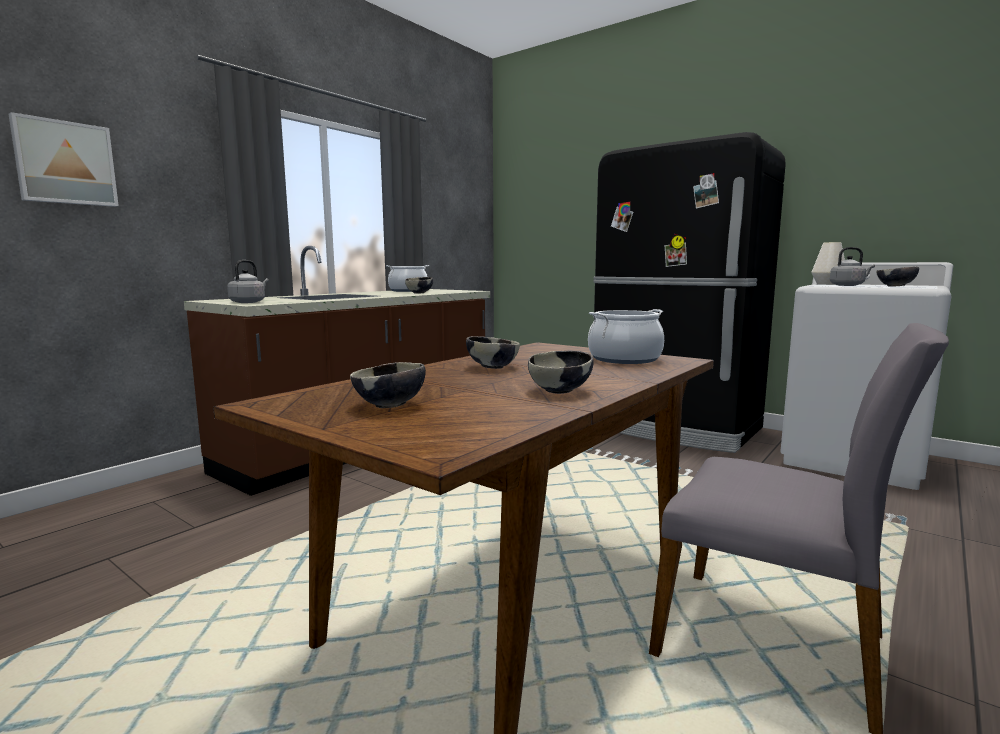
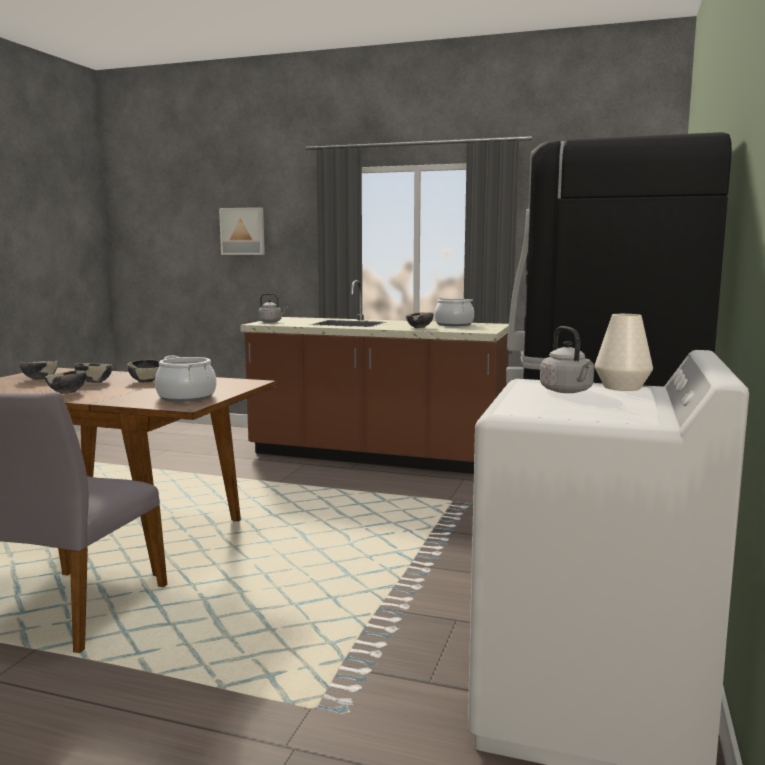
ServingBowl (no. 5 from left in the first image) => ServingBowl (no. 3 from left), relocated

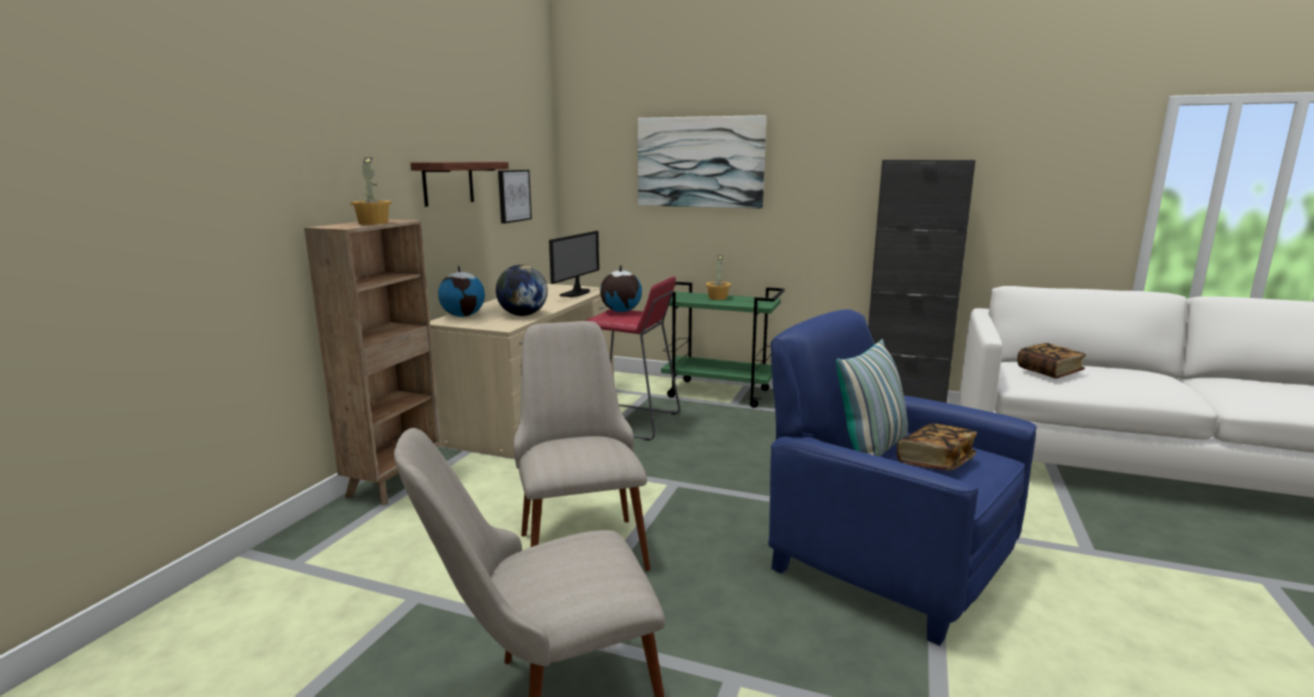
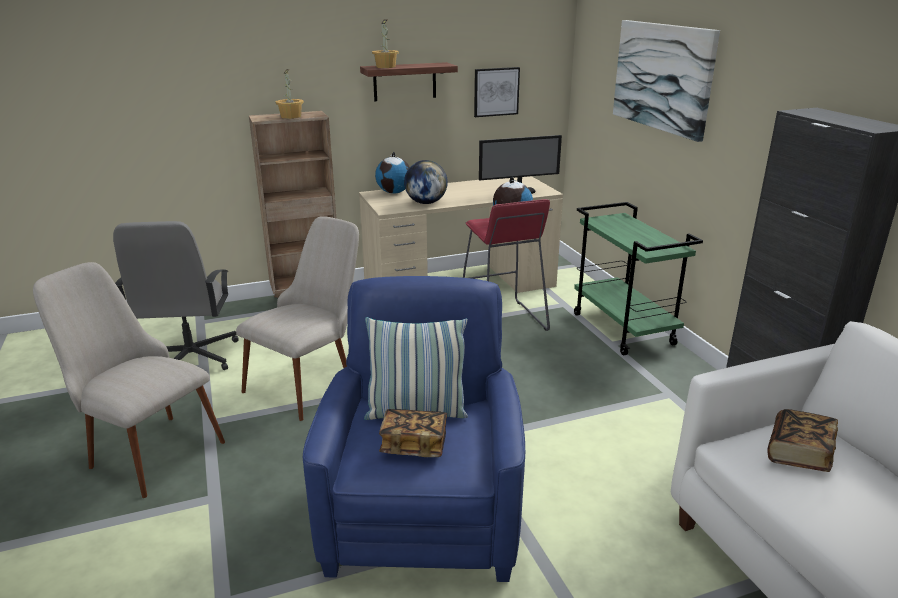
nothing => GreyishDeskChair
Houseplant (no. 2 from left), relocated

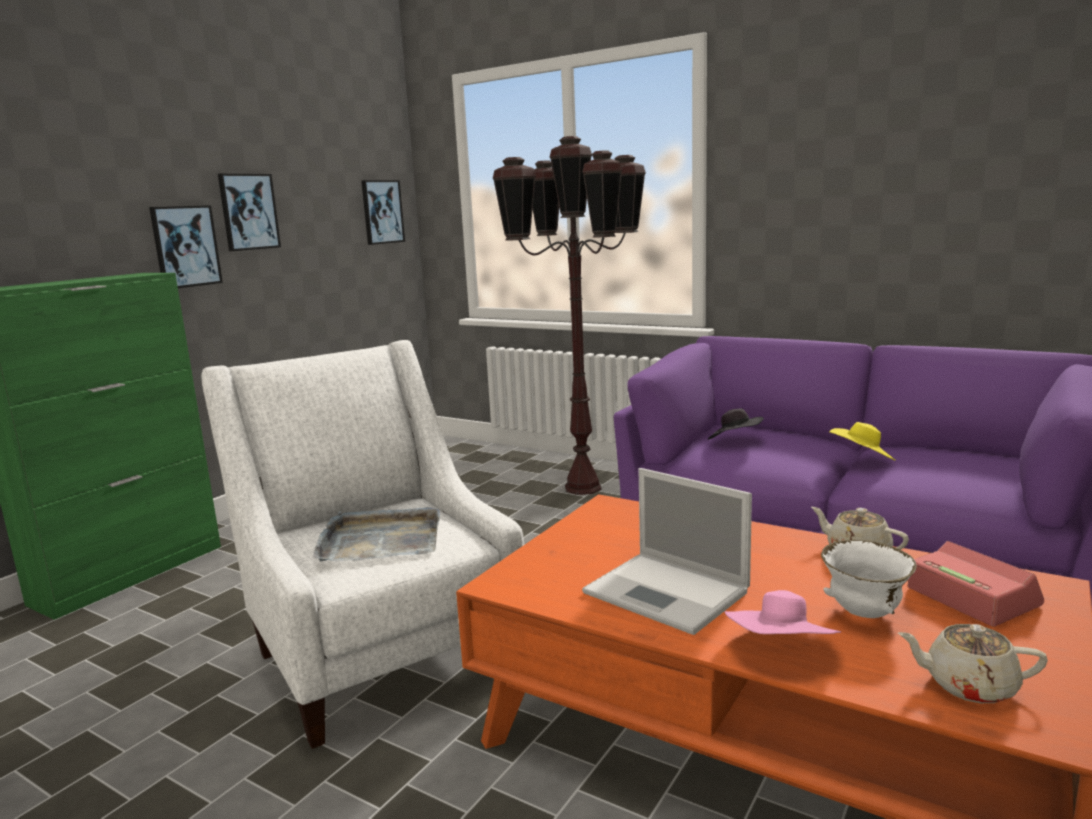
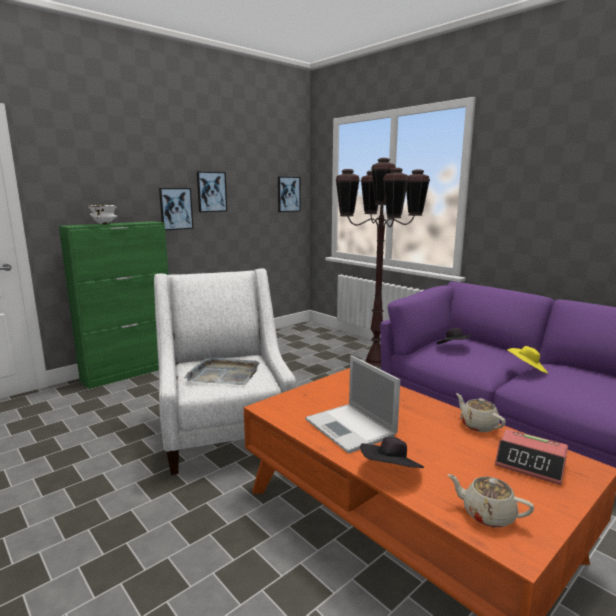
WhitishServingBowl, relocated
PinkishClothingHat => BlackColouredClothingHat (no. 1 from left)
BedsideClock, 135 degrees clockwise

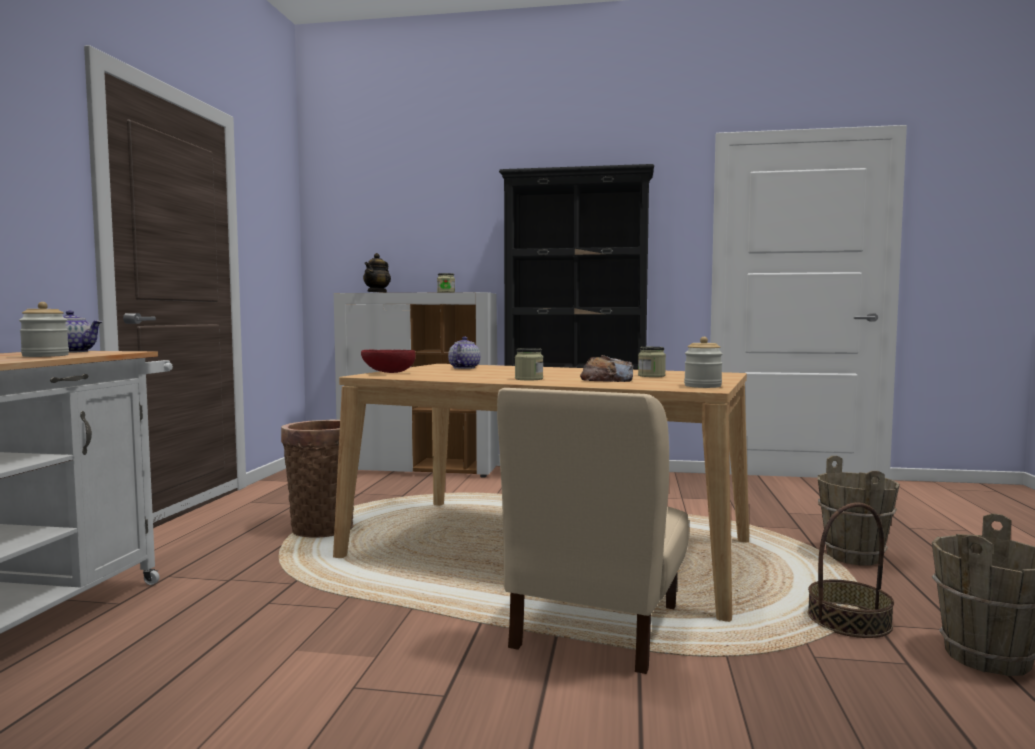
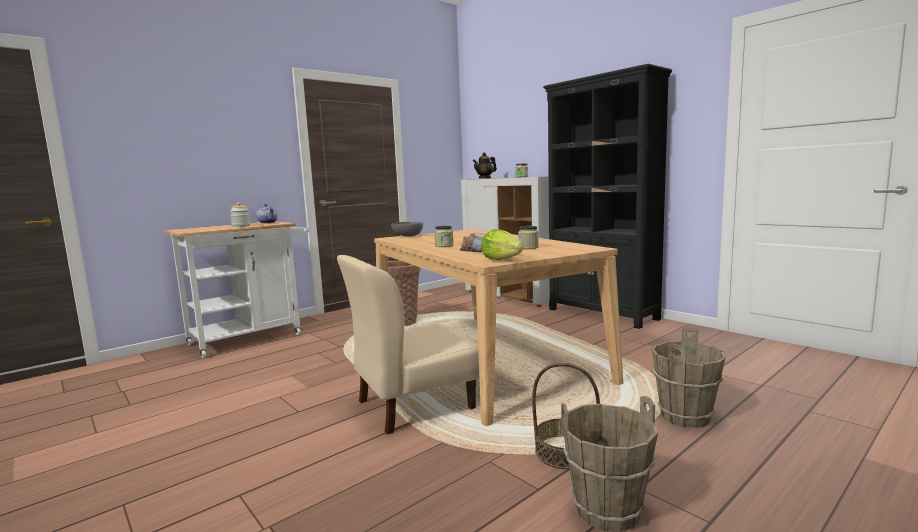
ReddishServingBowl => GreyishServingBowl
PreserveJar (no. 5 from left) => LettuceHead
Teapot (no. 3 from left) => nothing

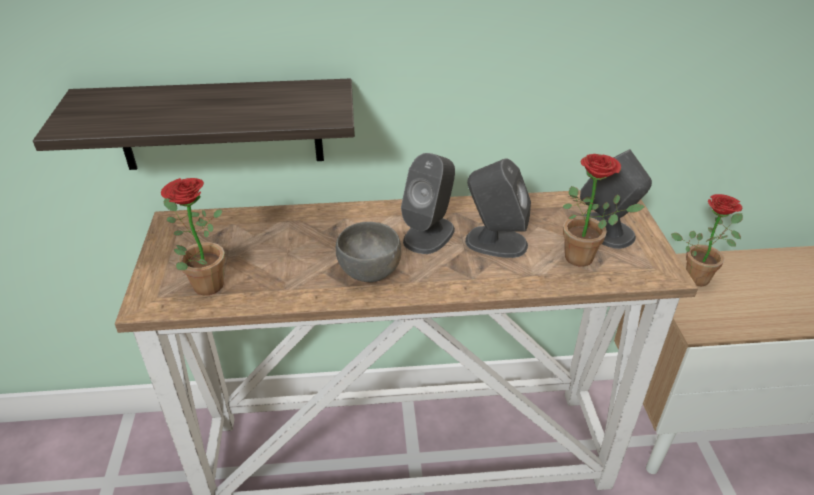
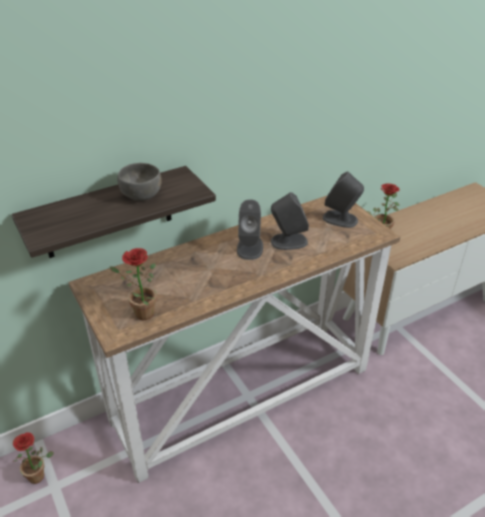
Houseplant (no. 2 from left in the first image) => Houseplant (no. 1 from left), relocated
GreyishServingBowl, relocated

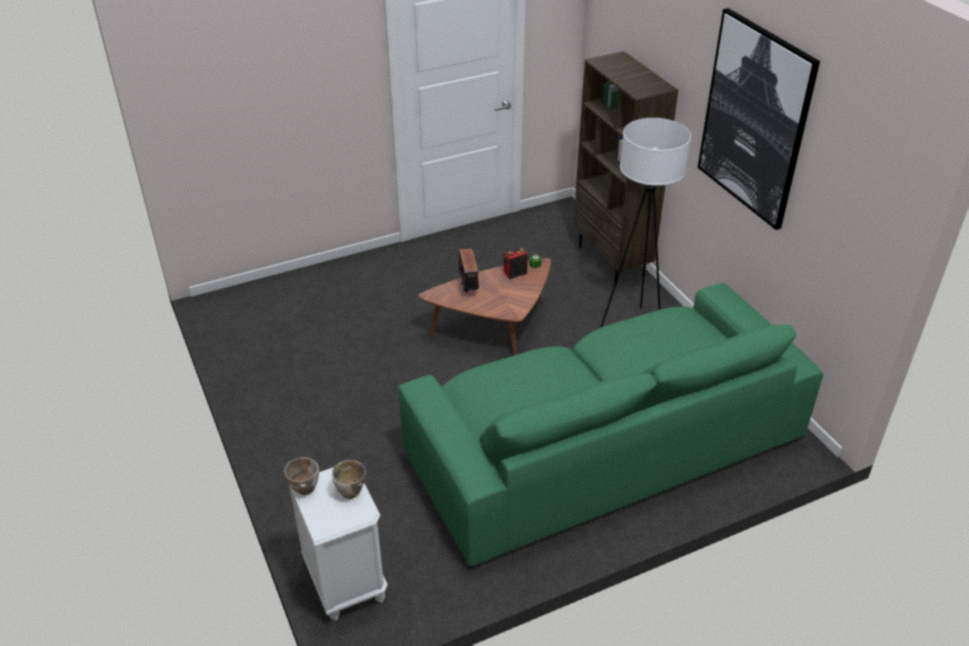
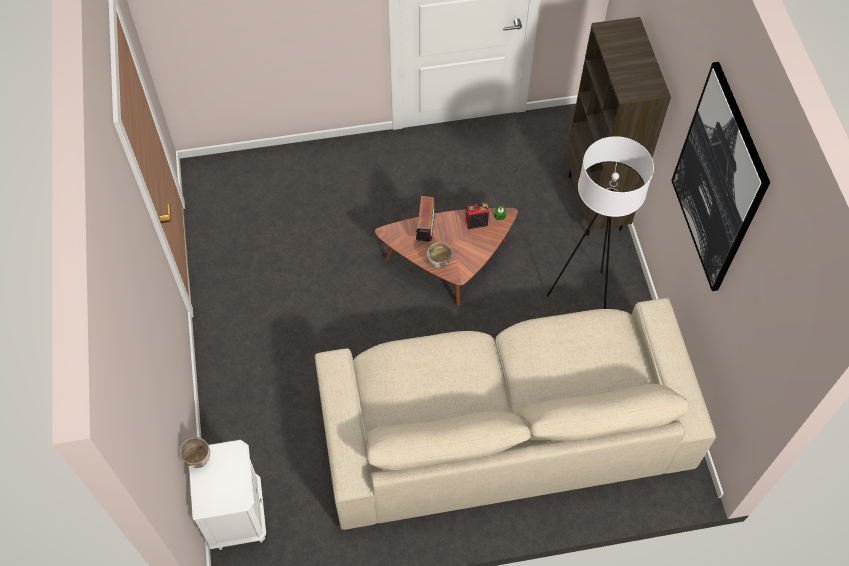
GreenColouredSettee => BeigeSettee
ServingBowl (no. 2 from left), relocated

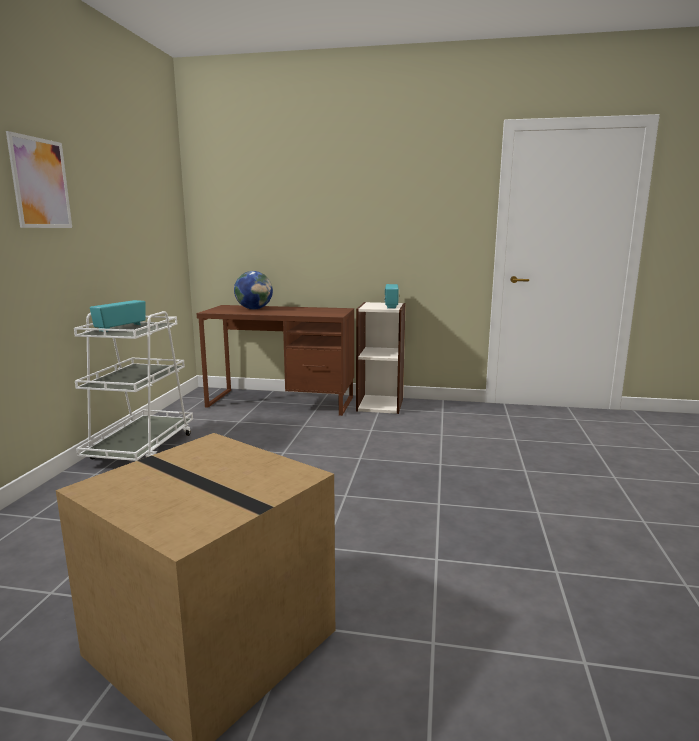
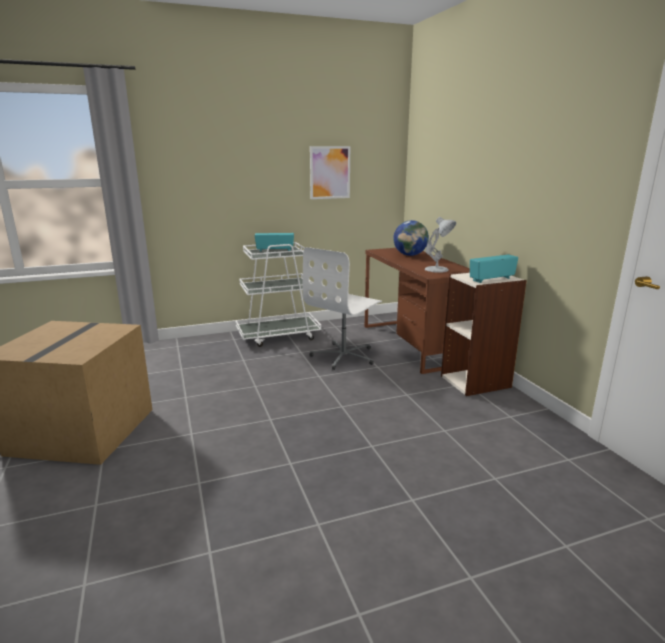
nothing => WhitishDeskChair
WallArt, relocated
nothing => WhitishTabletopLamp

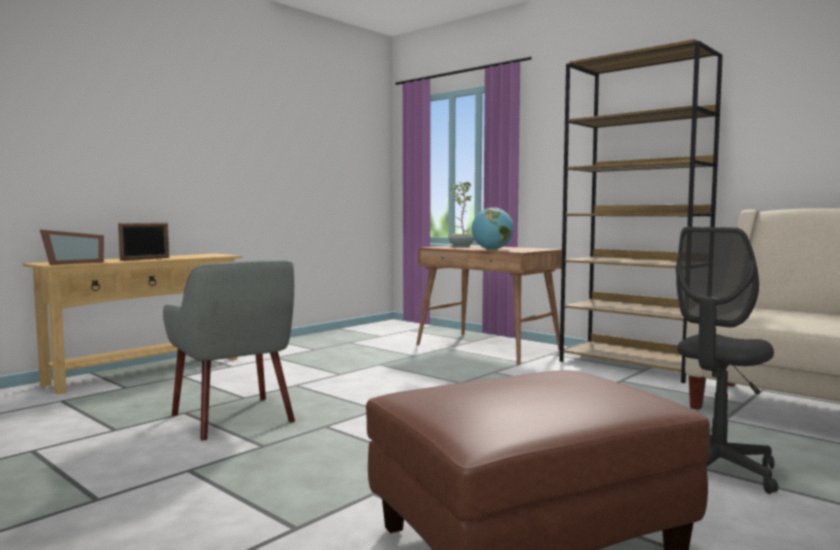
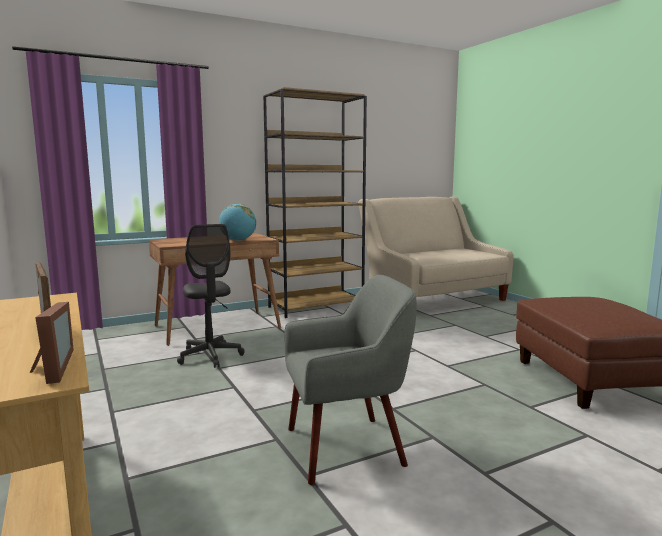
GreyishDeskChair, relocated
Houseplant => nothing

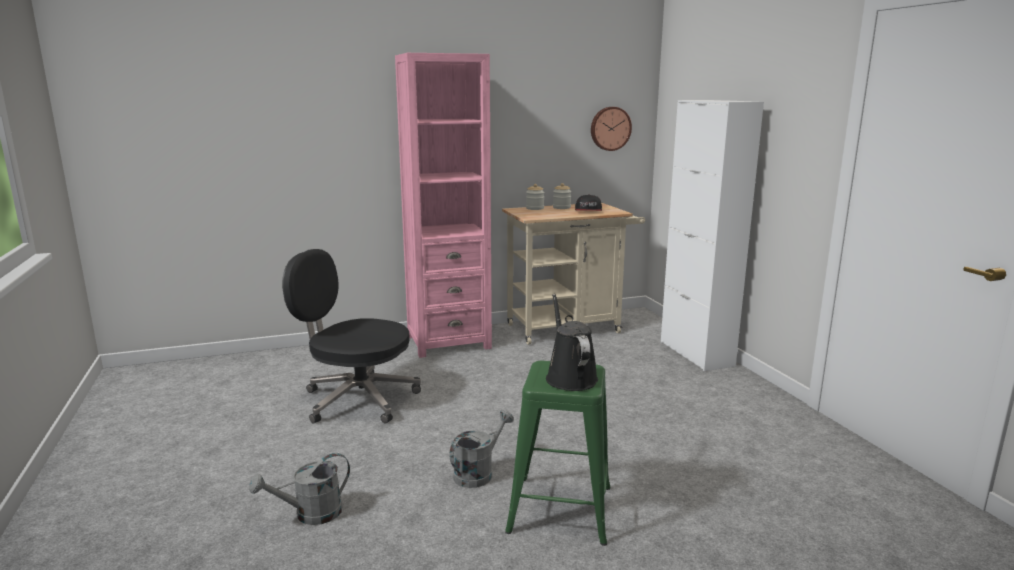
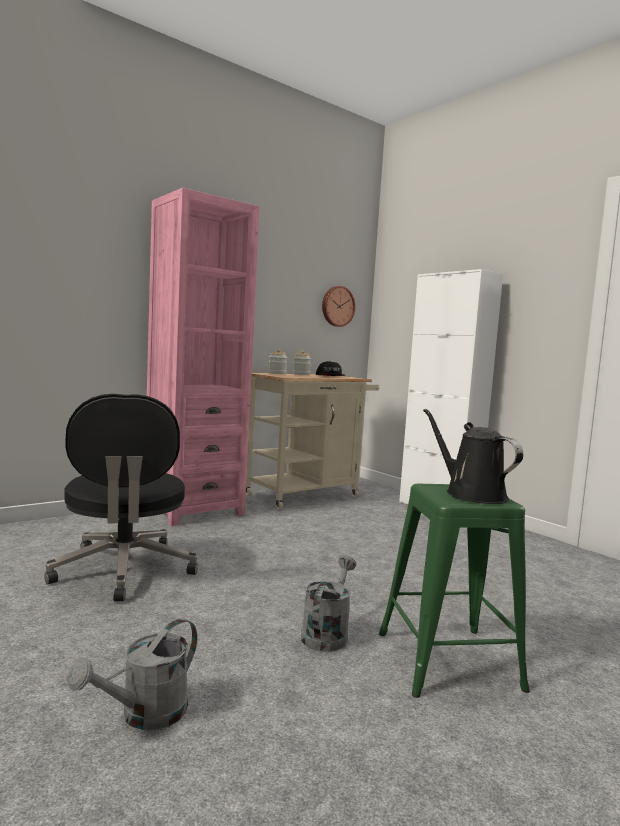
BlackColouredDeskChair, 105 degrees counterclockwise

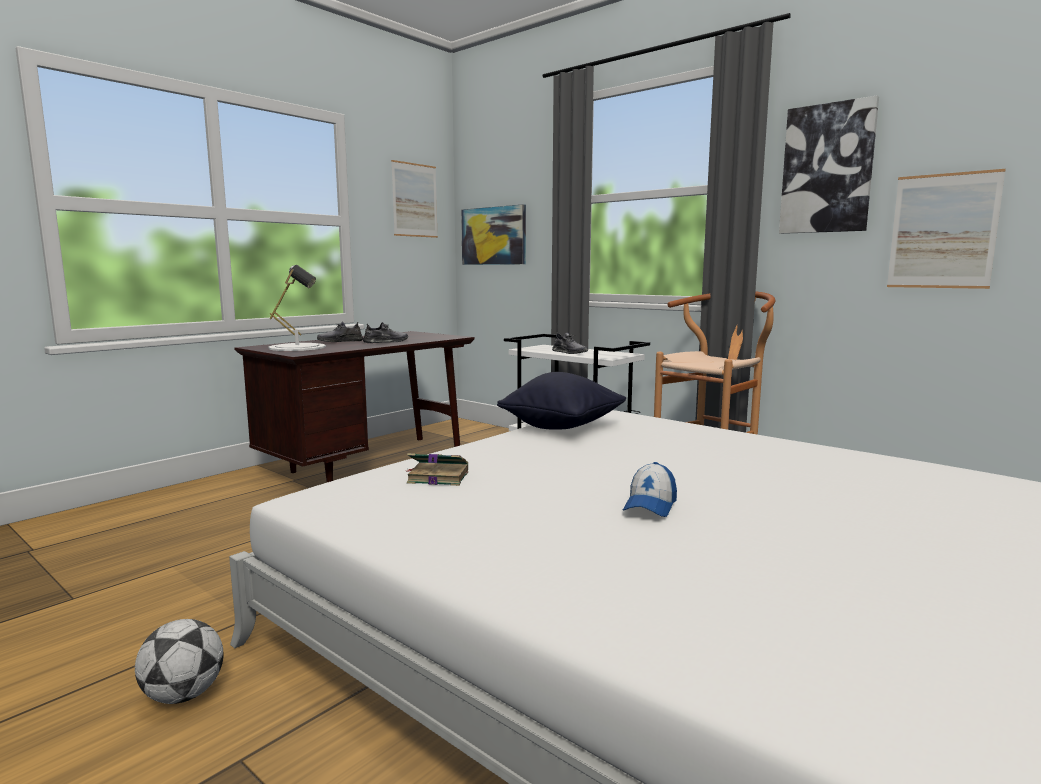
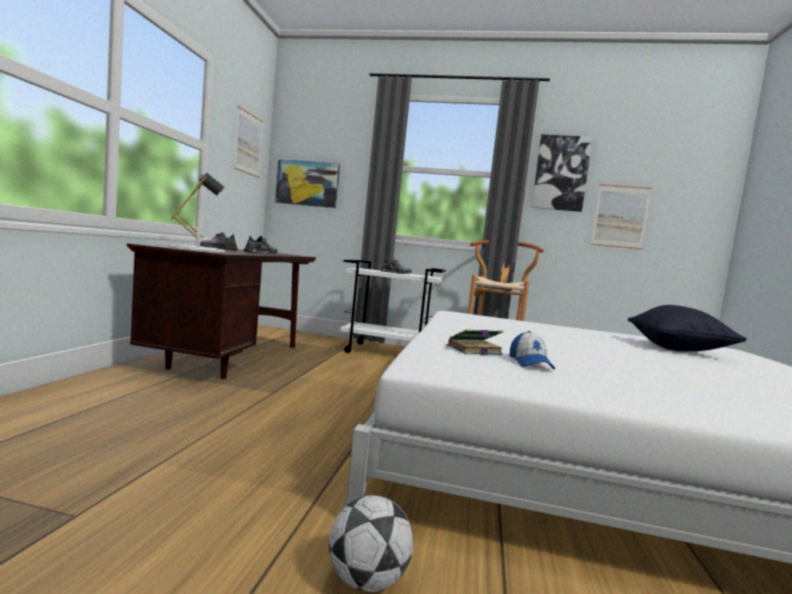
PeakedCap, relocated
BlackColouredCushion, relocated

